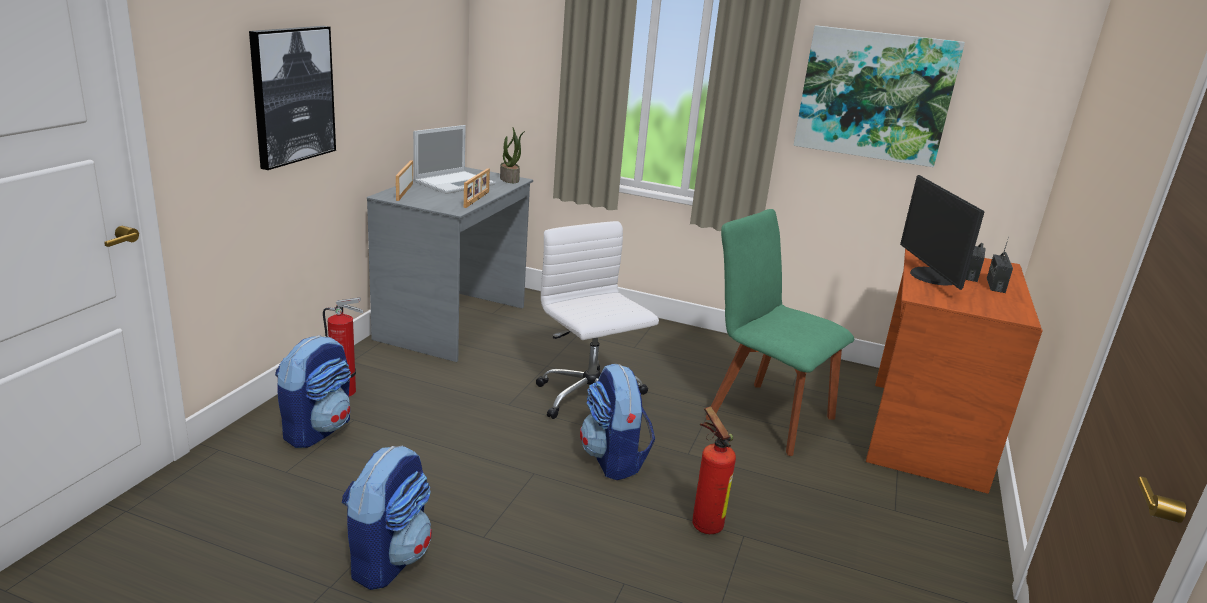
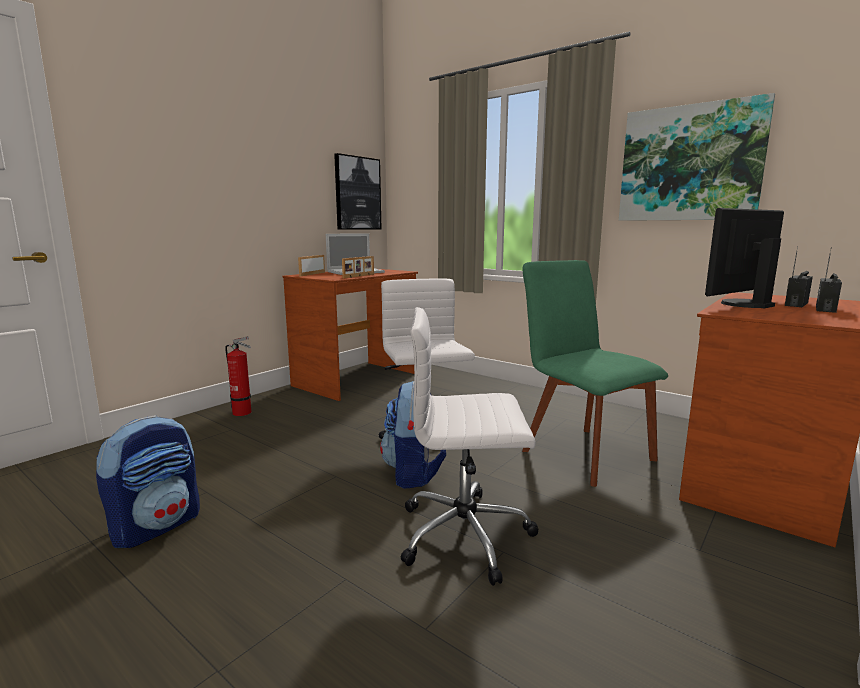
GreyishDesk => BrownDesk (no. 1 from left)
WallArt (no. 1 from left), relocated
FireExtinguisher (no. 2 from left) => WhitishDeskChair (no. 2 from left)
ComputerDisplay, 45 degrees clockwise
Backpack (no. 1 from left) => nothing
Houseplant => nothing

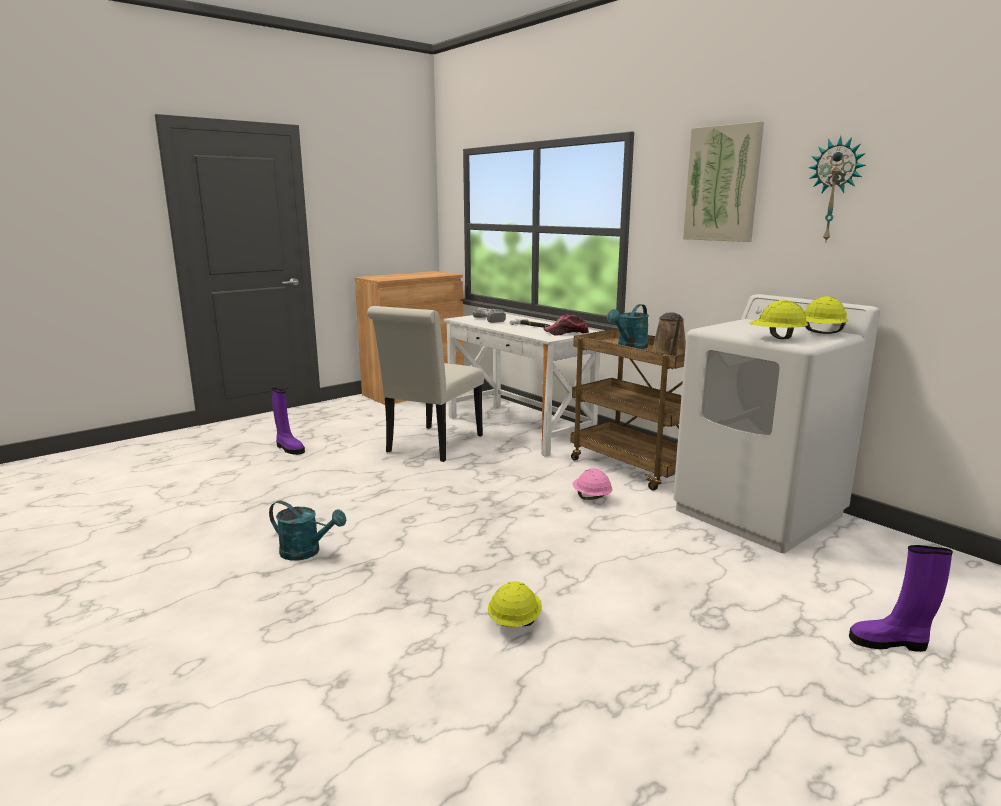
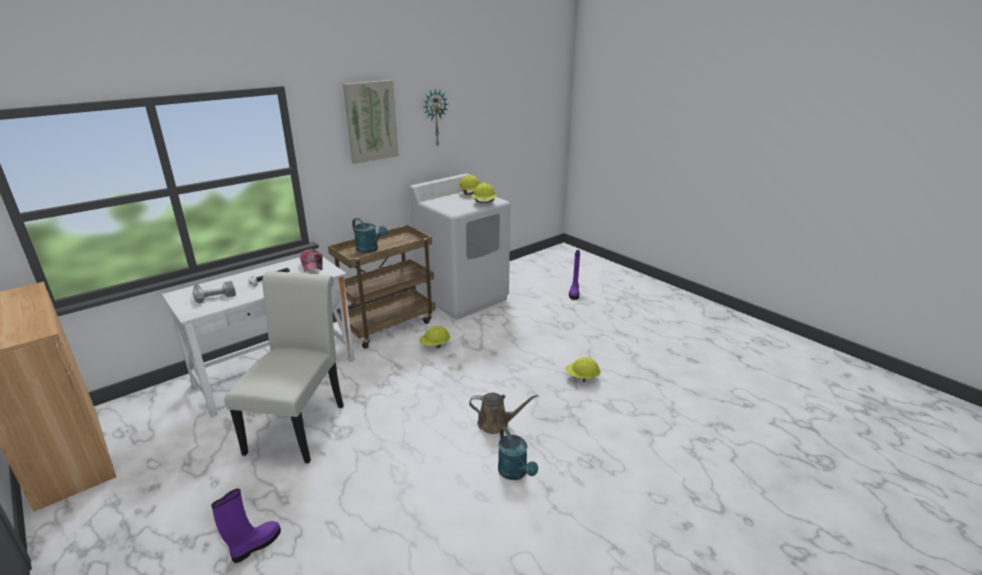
WhitishPlainChair, 105 degrees counterclockwise
PinkishSafetyHelmet => YellowishSafetyHelmet (no. 1 from left)
BrownWateringCan, relocated
TurquoiseWateringCan (no. 1 from left in the first image) => TurquoiseWateringCan (no. 2 from left), 135 degrees clockwise

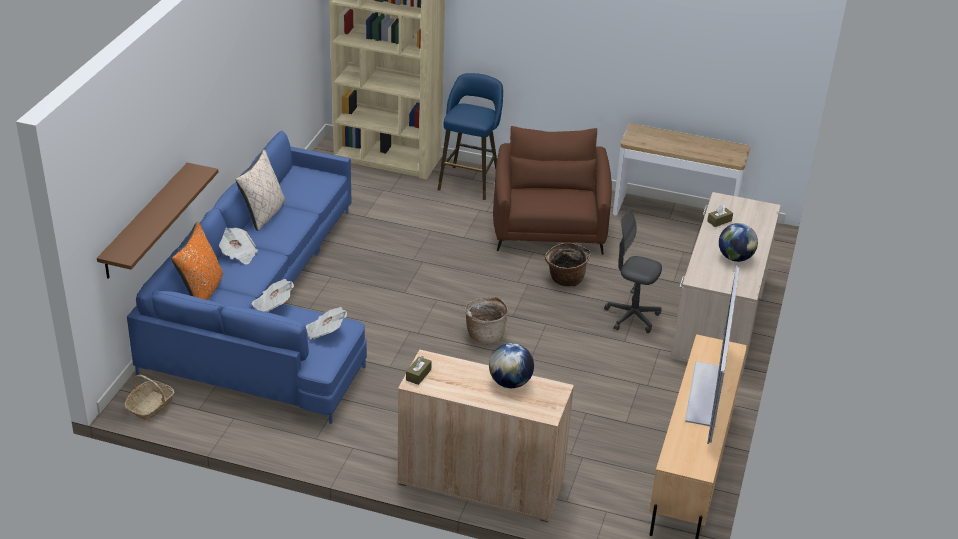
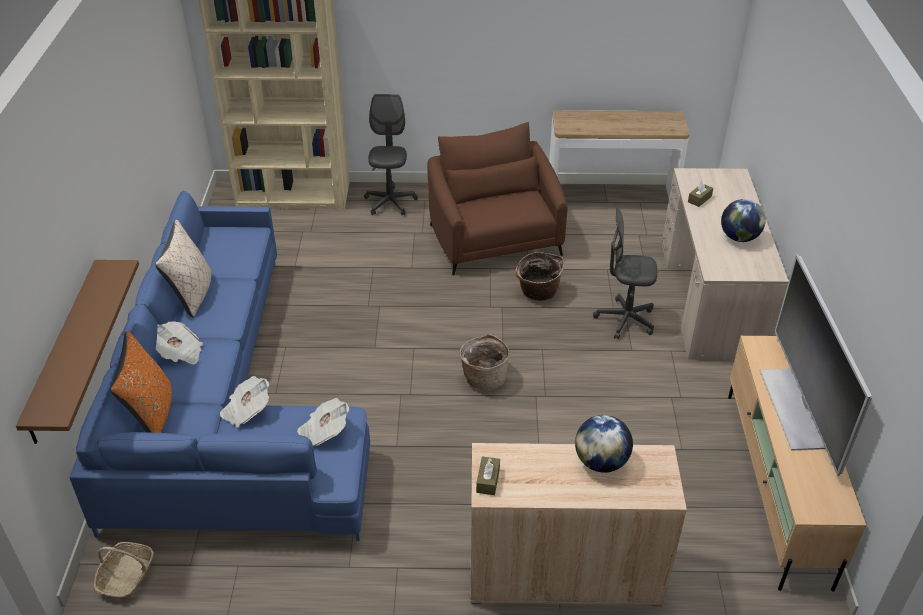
BlueStool => GreyishDeskChair (no. 1 from left)

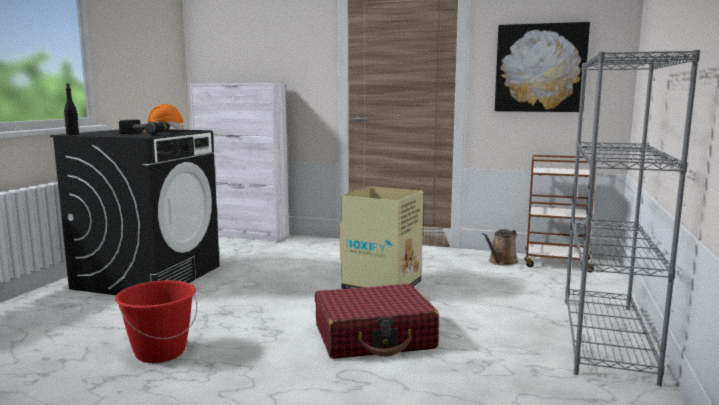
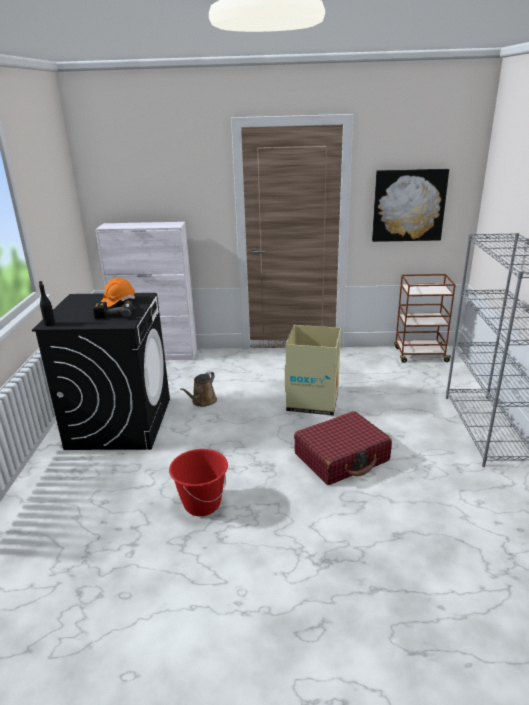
BrownWateringCan, relocated

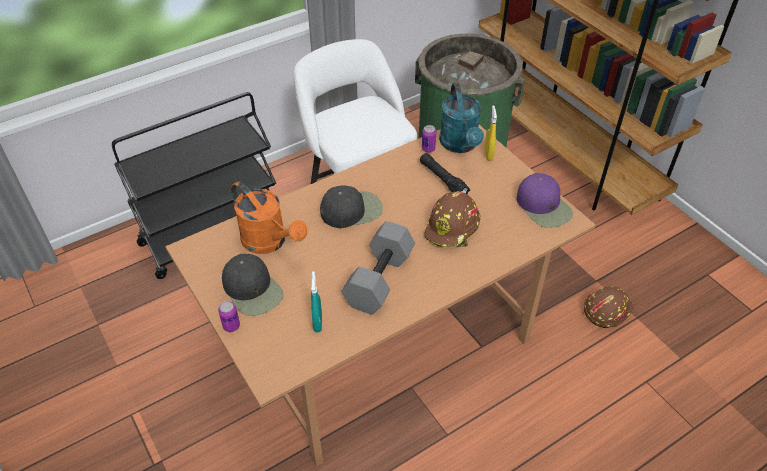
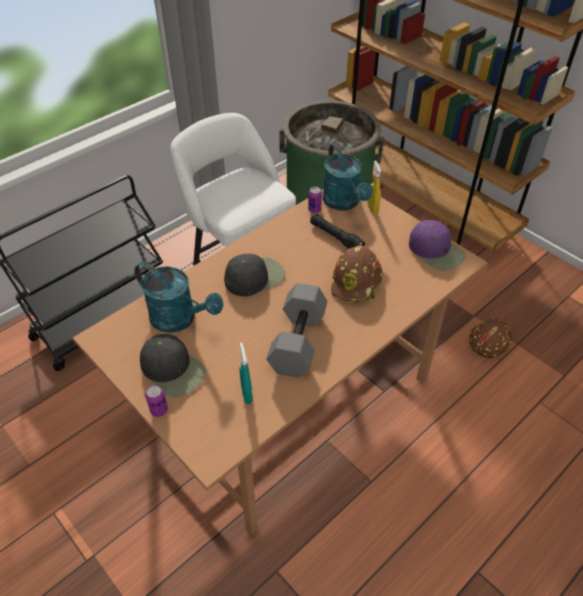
OrangeColouredWateringCan => TurquoiseWateringCan (no. 1 from left)

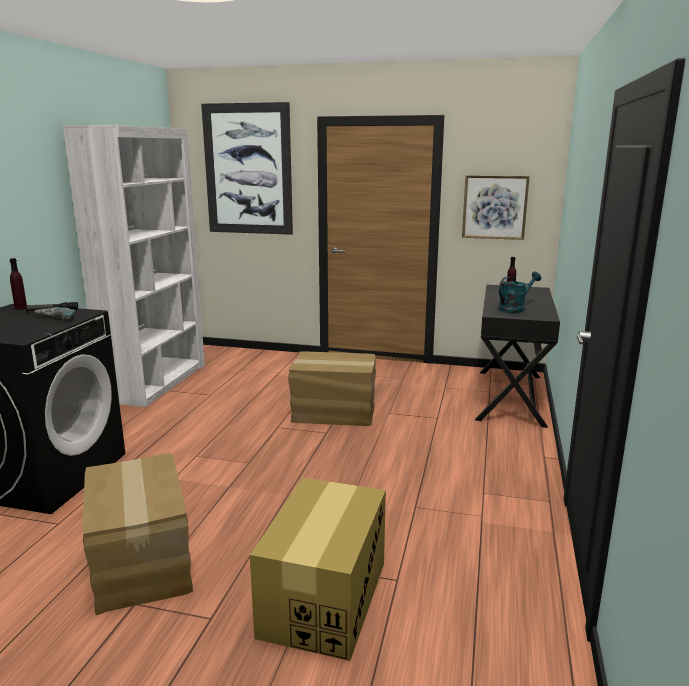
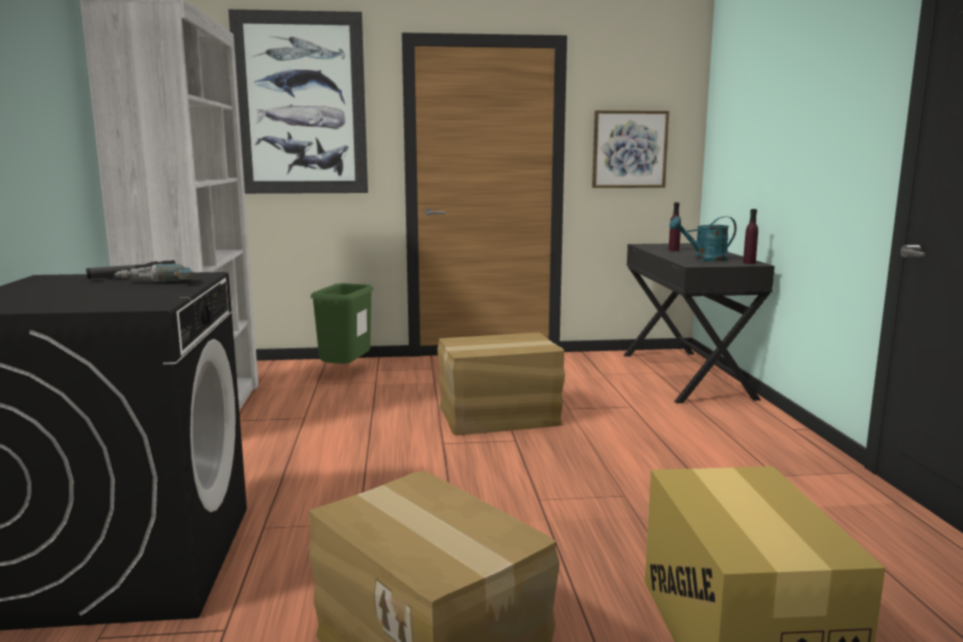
nothing => GreenColouredRubbishBin
TurquoiseWateringCan, 135 degrees counterclockwise
PurpleColouredBeverageBottle (no. 1 from left in the first image) => PurpleColouredBeverageBottle (no. 2 from left), relocated

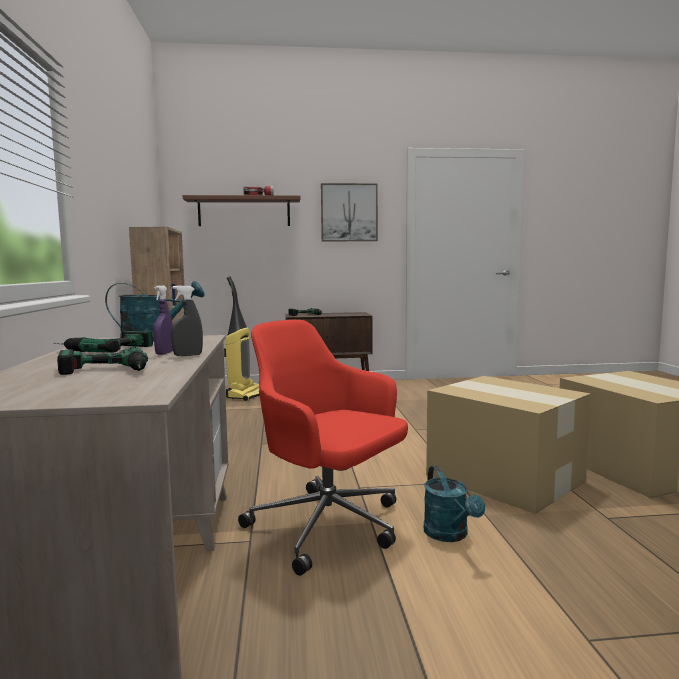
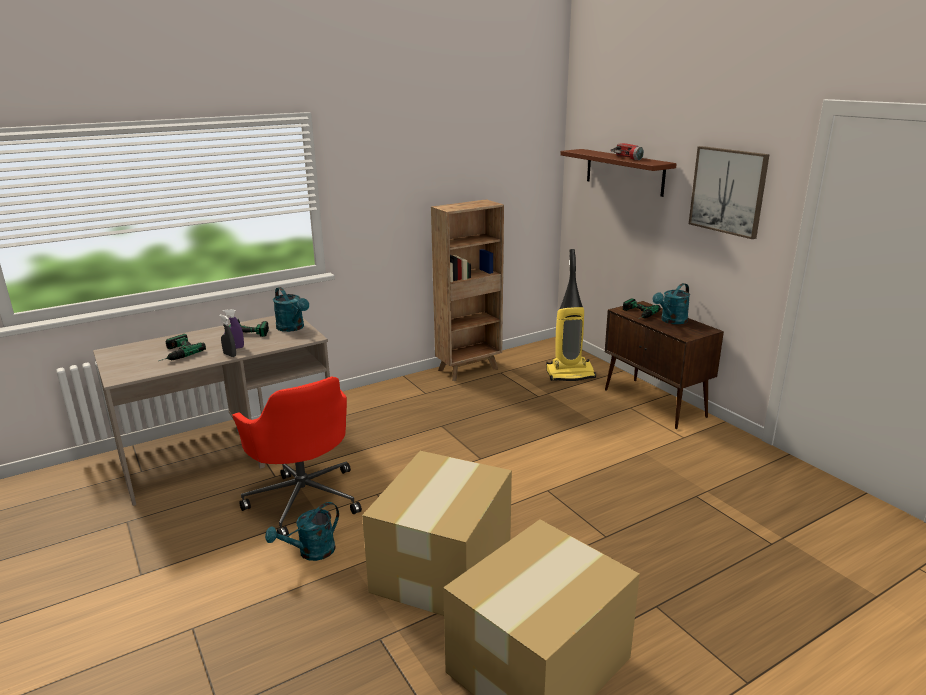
ReddishDeskChair, 135 degrees clockwise
nothing => TurquoiseWateringCan (no. 3 from left)

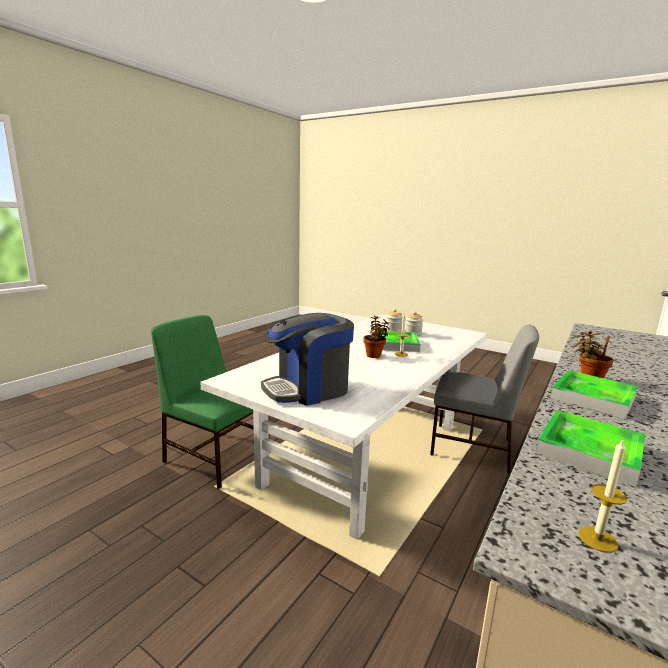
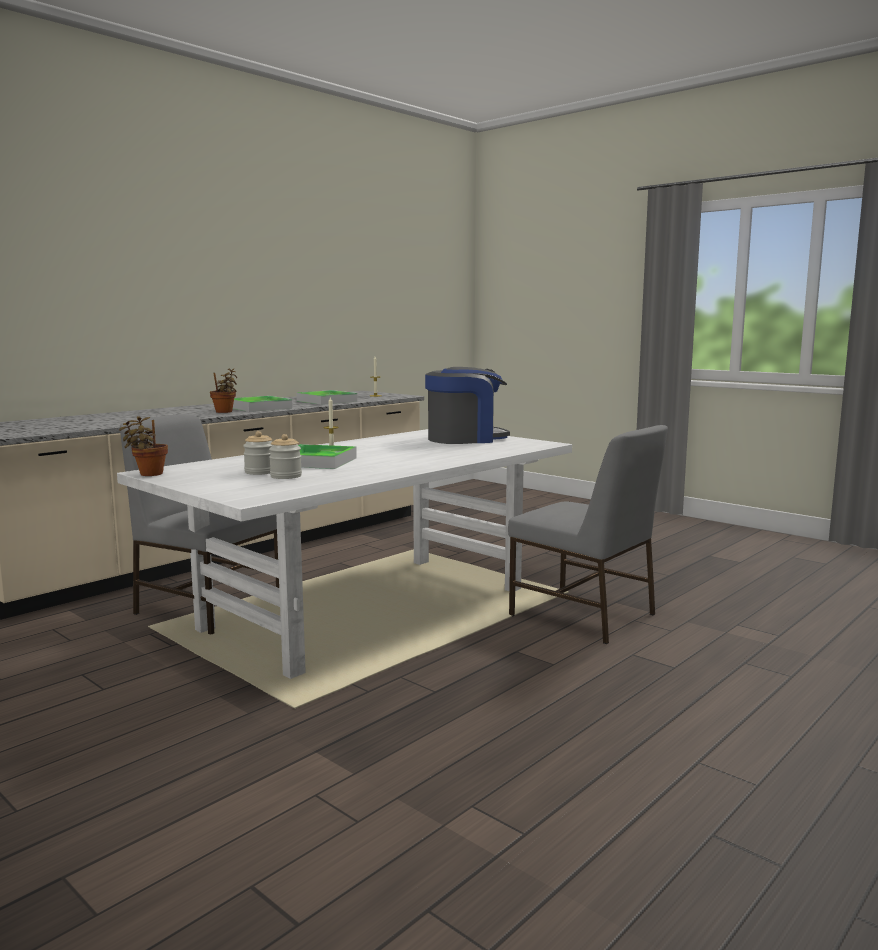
Houseplant (no. 1 from left), relocated
GreenColouredPlainChair => GreyishPlainChair (no. 2 from left)

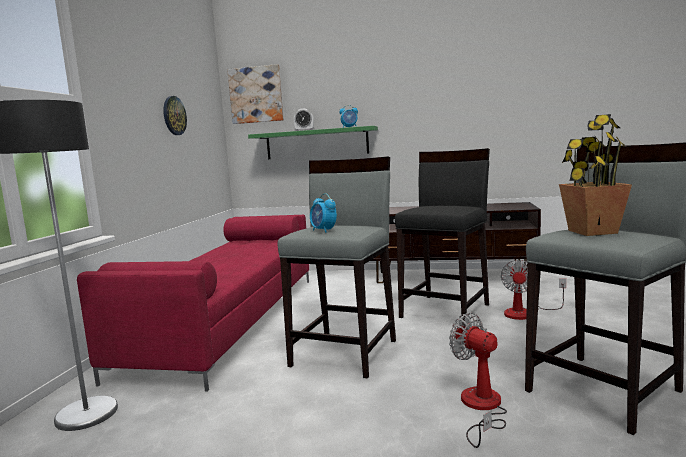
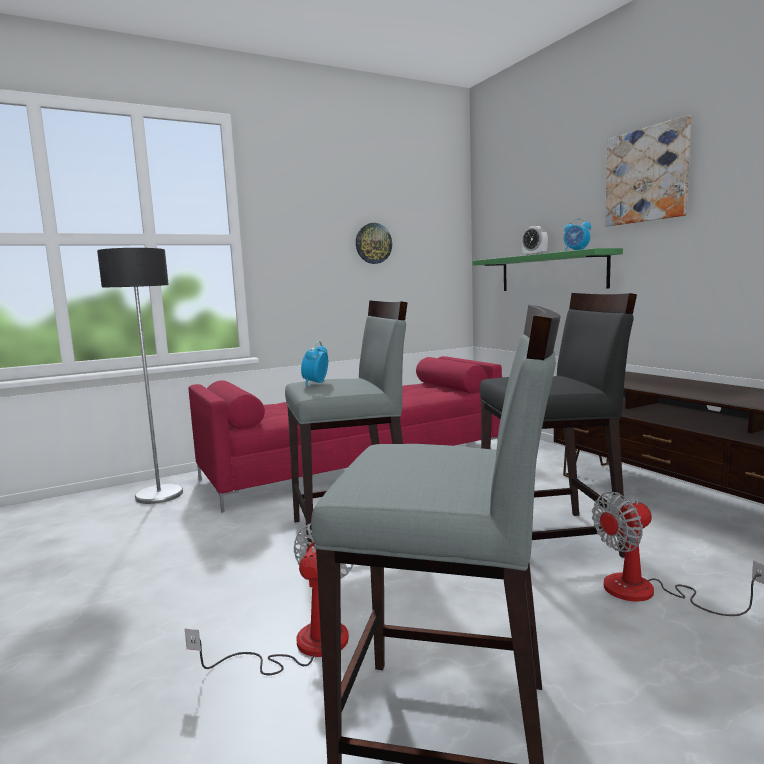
WallArt, relocated
Houseplant => nothing

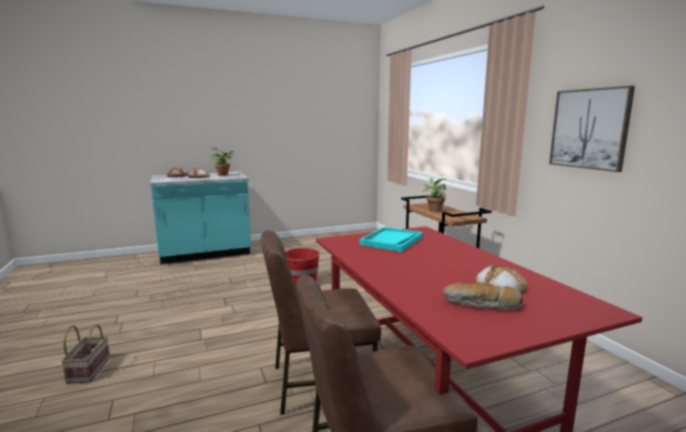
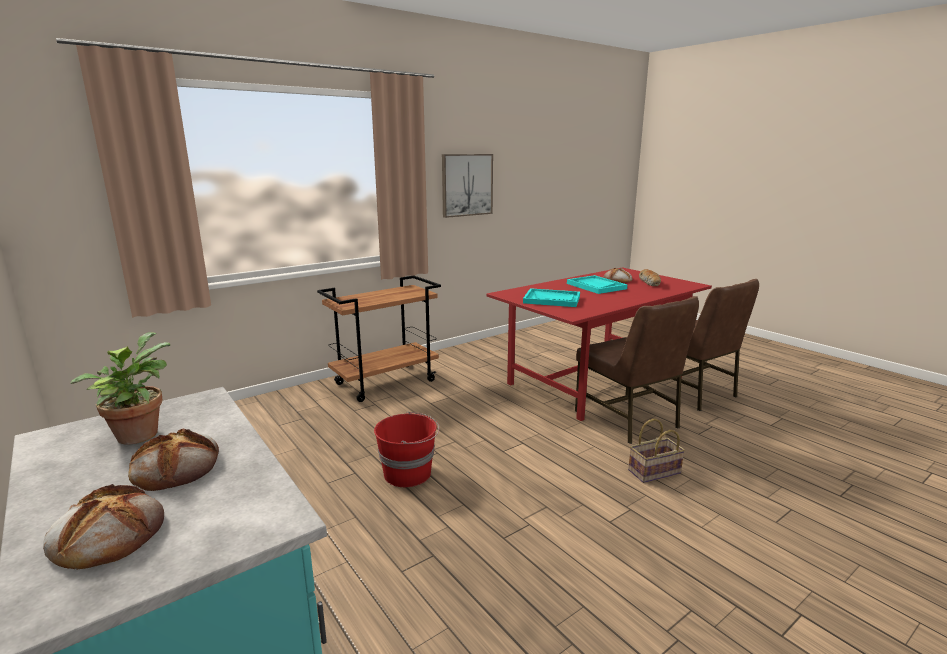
nothing => TurquoiseCarryingTray (no. 2 from left)
Basket, relocated
Houseplant (no. 2 from left) => nothing

